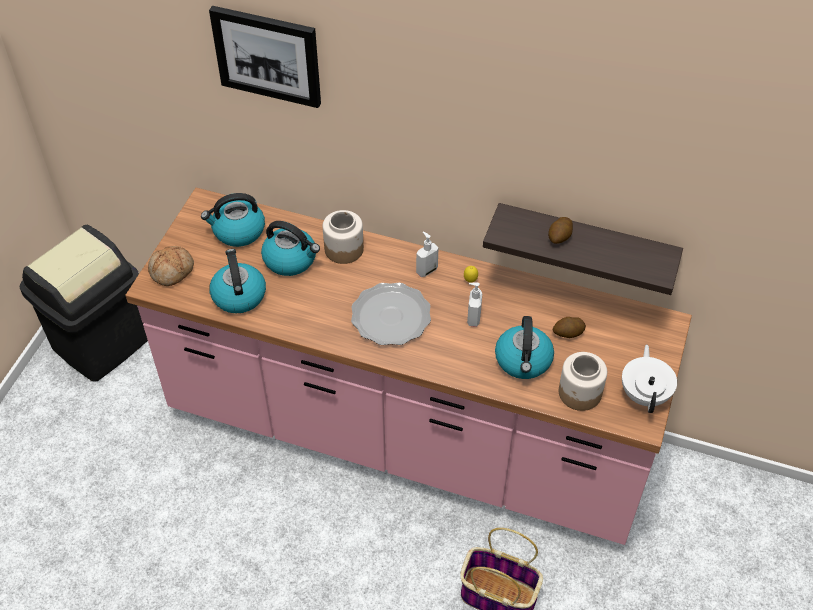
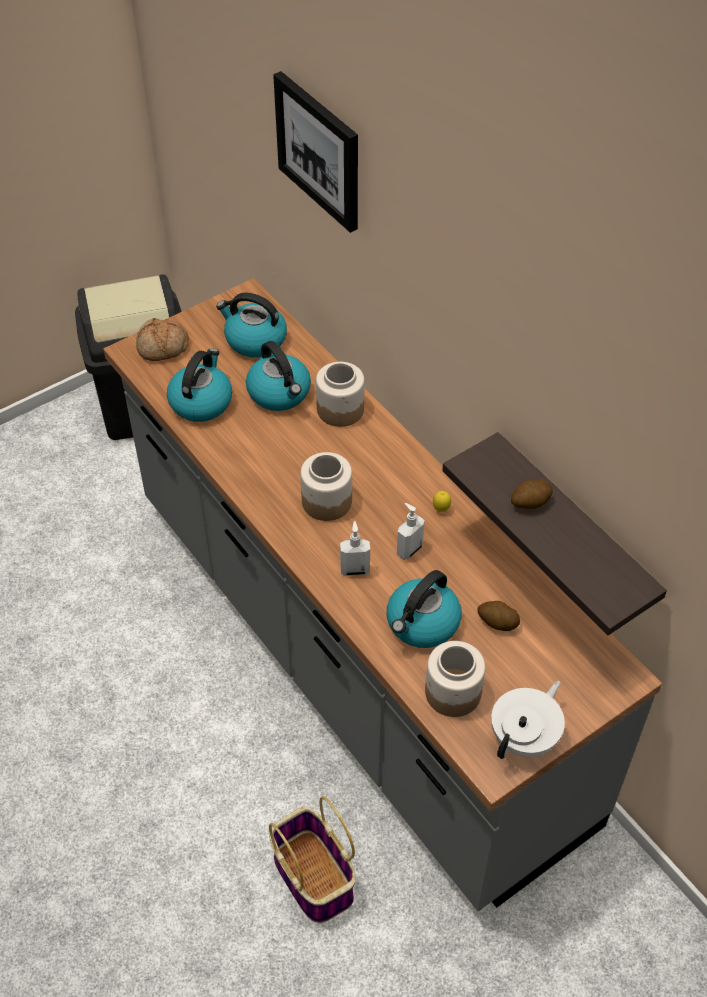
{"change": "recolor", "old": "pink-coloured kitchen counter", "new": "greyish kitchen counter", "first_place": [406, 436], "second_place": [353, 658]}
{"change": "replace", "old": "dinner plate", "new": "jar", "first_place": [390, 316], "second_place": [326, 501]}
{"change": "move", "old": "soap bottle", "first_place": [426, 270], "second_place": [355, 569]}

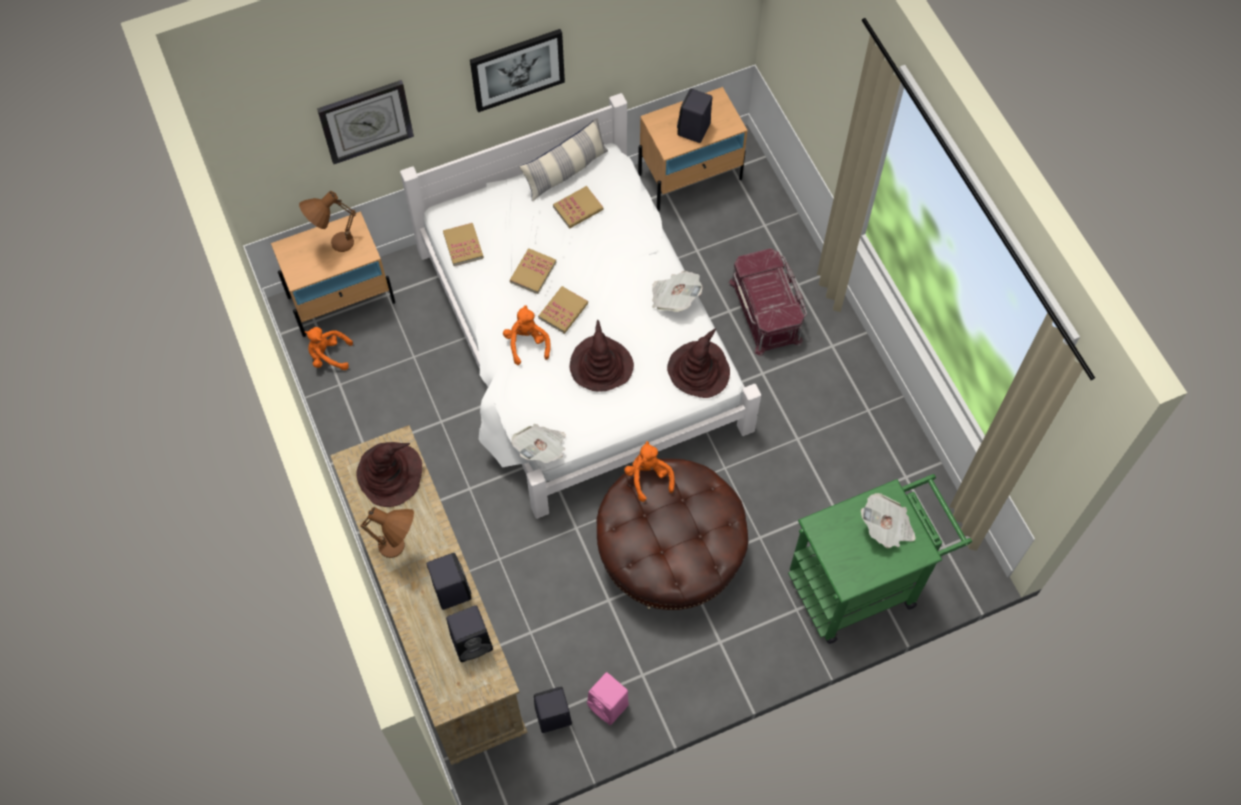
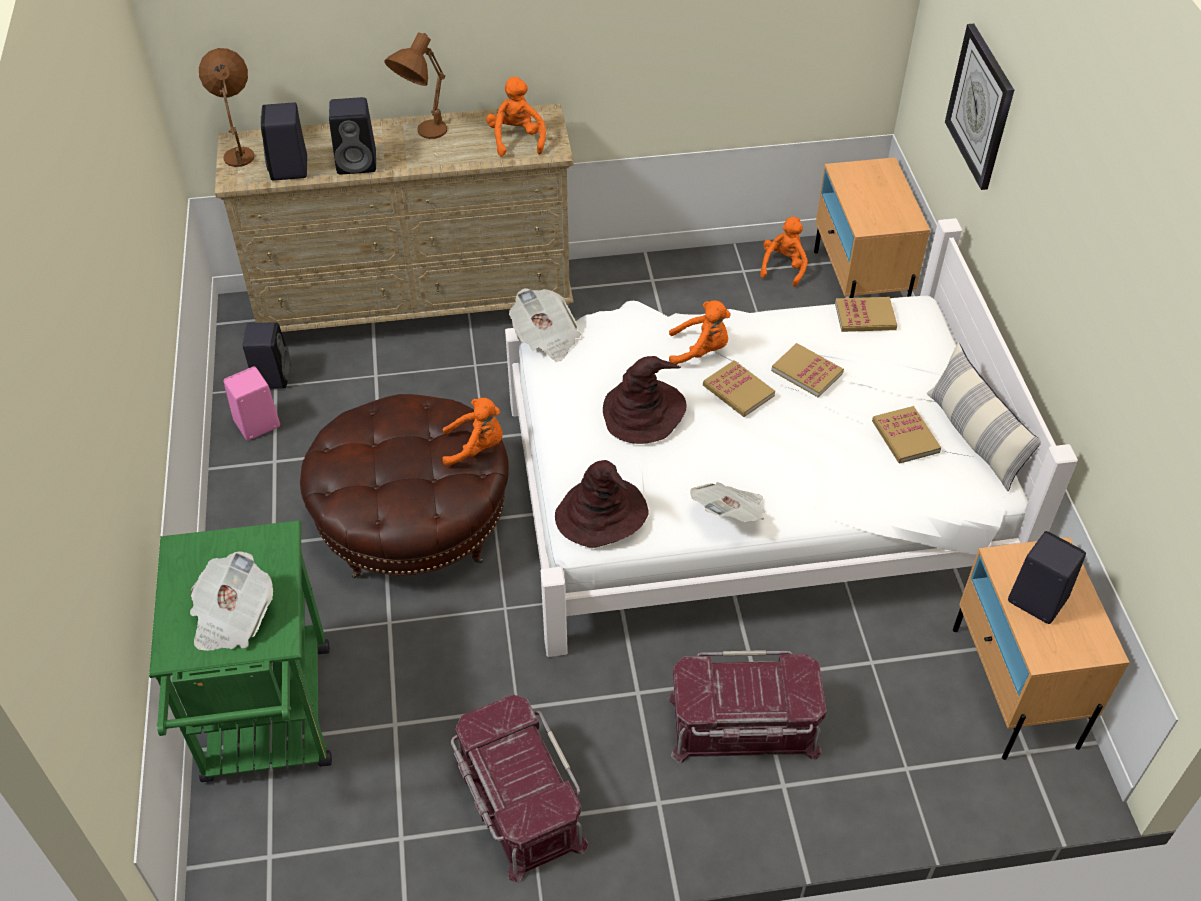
{"change": "move", "old": "brown lamp for a table", "first_place": [334, 244], "second_place": [240, 150]}
{"change": "replace", "old": "brown hat", "new": "orangey plush toy", "first_place": [390, 474], "second_place": [516, 139]}
{"change": "delete", "old": "picture", "first_place": [517, 69]}
{"change": "insert", "new": "reddish storage bin", "second_place": [518, 801]}

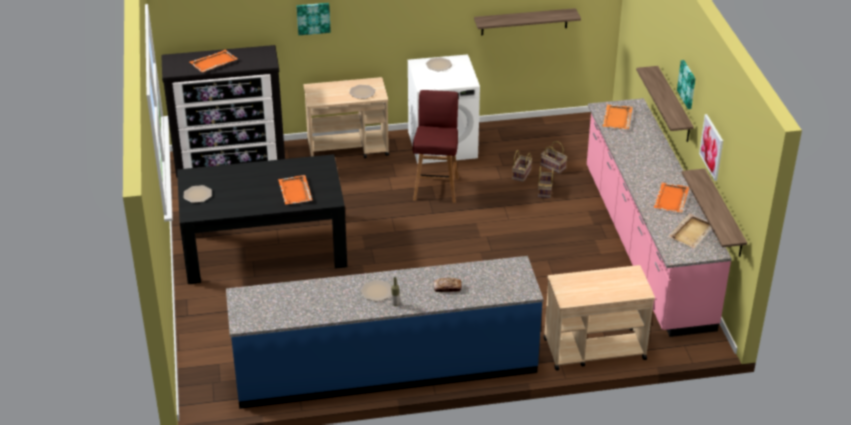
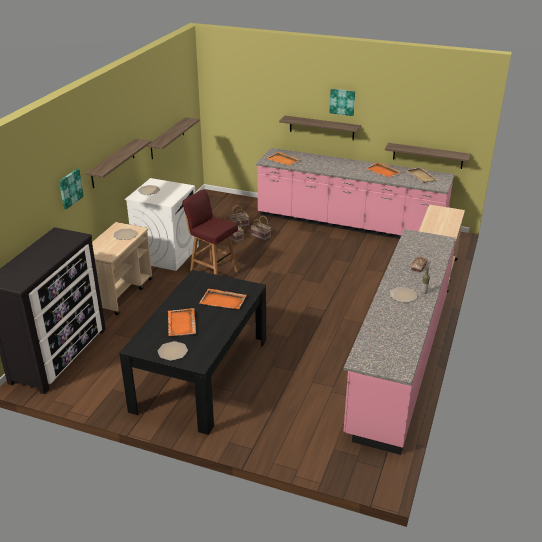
{"change": "move", "old": "orangey tray", "first_place": [213, 62], "second_place": [181, 324]}
{"change": "recolor", "old": "blue-coloured kitchen counter", "new": "pink-coloured kitchen counter", "first_place": [385, 368], "second_place": [398, 360]}
{"change": "delete", "old": "picture", "first_place": [712, 147]}
{"change": "insert", "new": "bracket shelf", "second_place": [113, 163]}

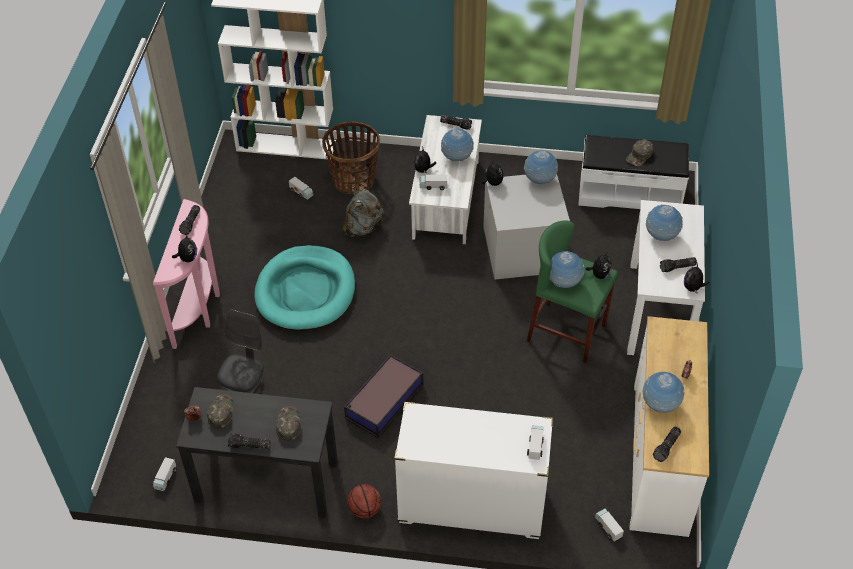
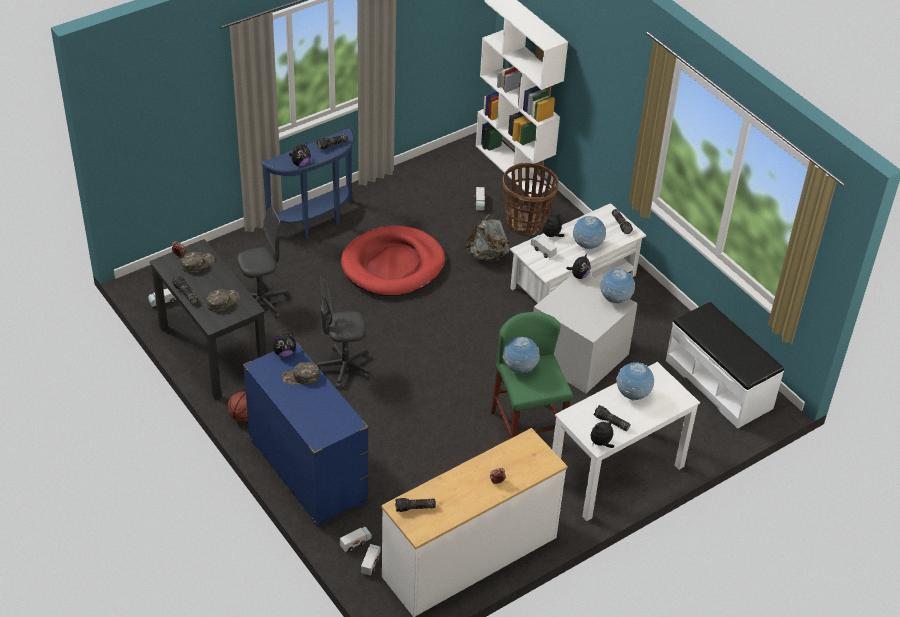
{"change": "recolor", "old": "pink-coloured narrow table", "new": "blue-coloured narrow table", "first_place": [199, 308], "second_place": [316, 223]}
{"change": "recolor", "old": "turquoise dog cushion", "new": "reddish dog cushion", "first_place": [305, 291], "second_place": [393, 265]}
{"change": "replace", "old": "storage bin", "new": "greyish office chair", "first_place": [383, 402], "second_place": [344, 368]}
{"change": "recolor", "old": "white-coloured dresser", "new": "blue-coloured dresser", "first_place": [471, 505], "second_place": [307, 471]}
{"change": "move", "old": "model truck", "first_place": [535, 445], "second_place": [356, 543]}
{"change": "move", "old": "plush toy", "first_place": [599, 274], "second_place": [284, 353]}
{"change": "move", "old": "greenish baseball cap", "first_place": [639, 156], "second_place": [301, 377]}
{"change": "delete", "old": "world globe", "first_place": [660, 405]}

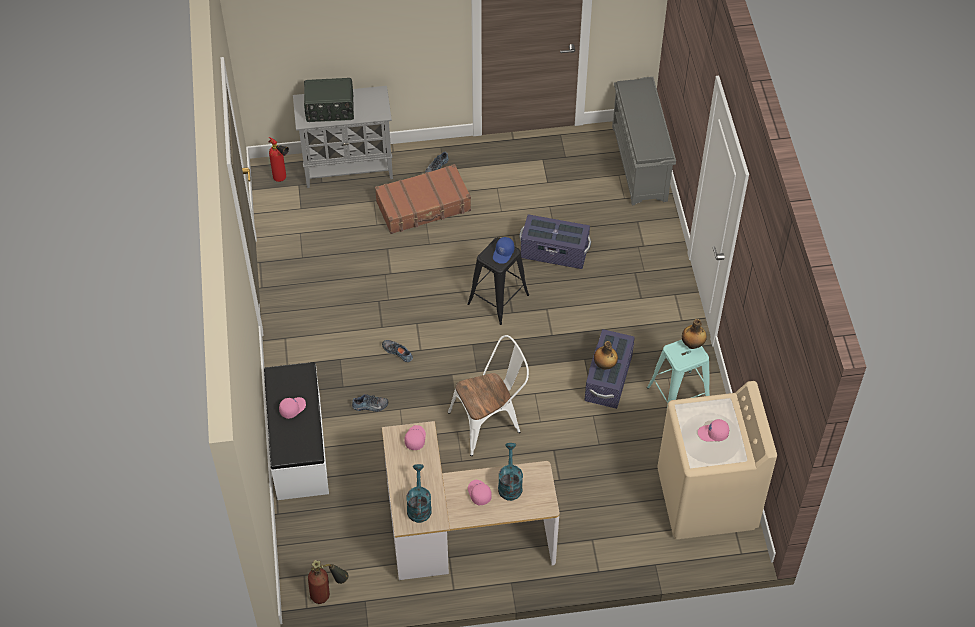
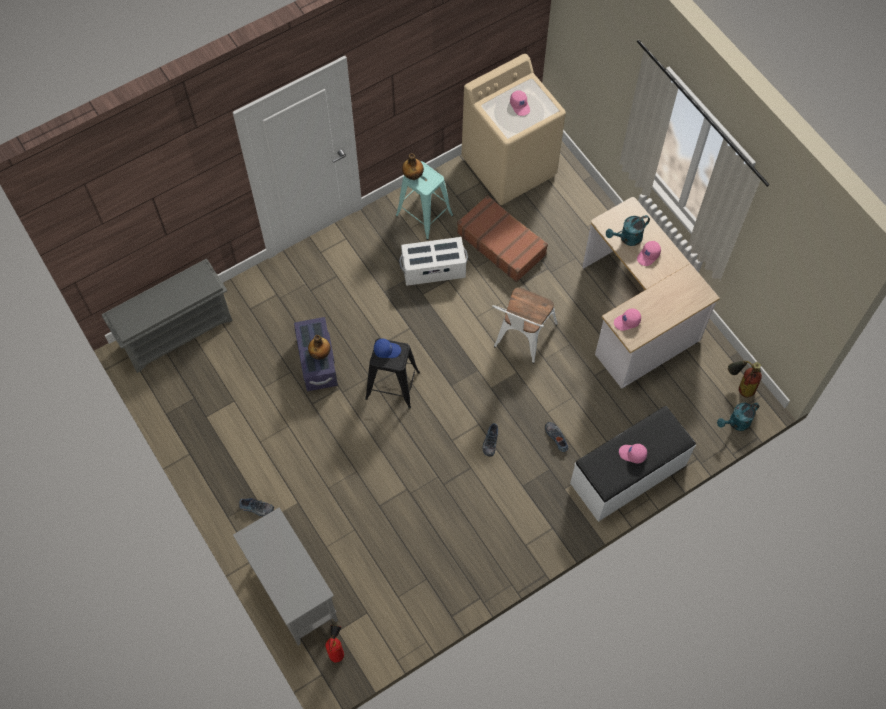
{"change": "delete", "old": "radio set", "first_place": [330, 110]}
{"change": "move", "old": "brown piece of luggage", "first_place": [424, 206], "second_place": [501, 243]}
{"change": "move", "old": "turquoise watering can", "first_place": [419, 506], "second_place": [736, 423]}
{"change": "rotate", "old": "white-coloured plain chair", "first_place": [490, 421], "second_place": [521, 338], "degrees": -105}
{"change": "recolor", "old": "purple storage bin", "new": "white-coloured storage bin", "first_place": [608, 379], "second_place": [434, 270]}
{"change": "move", "old": "beverage bottle", "first_place": [604, 365], "second_place": [320, 353]}

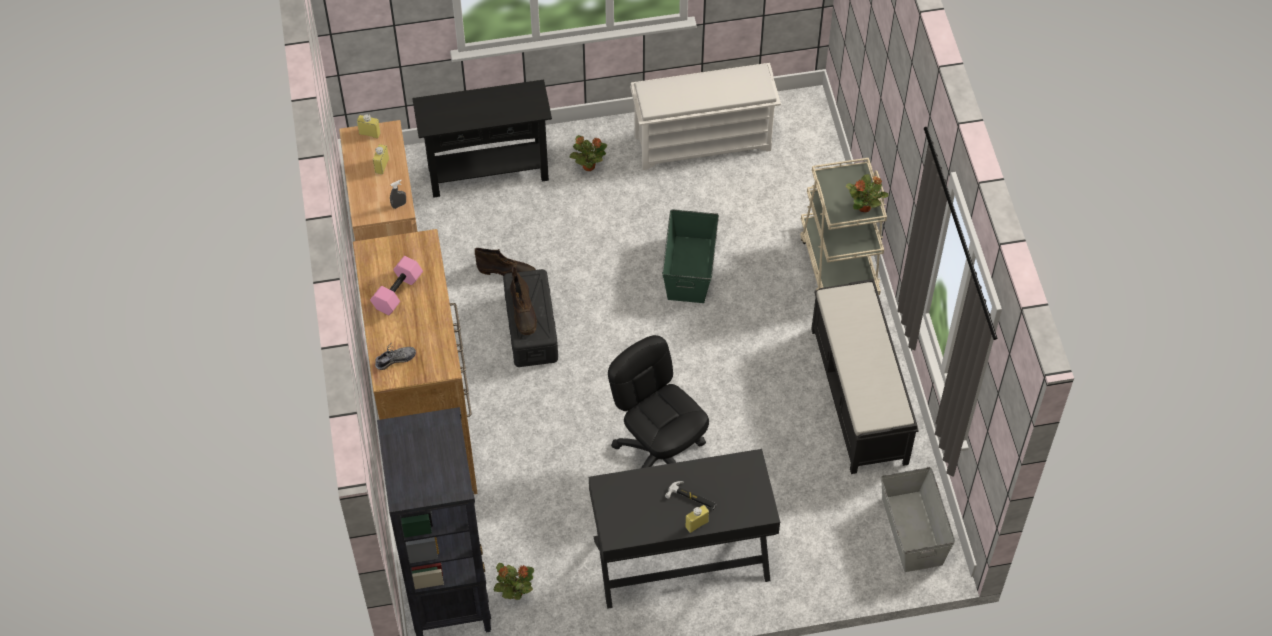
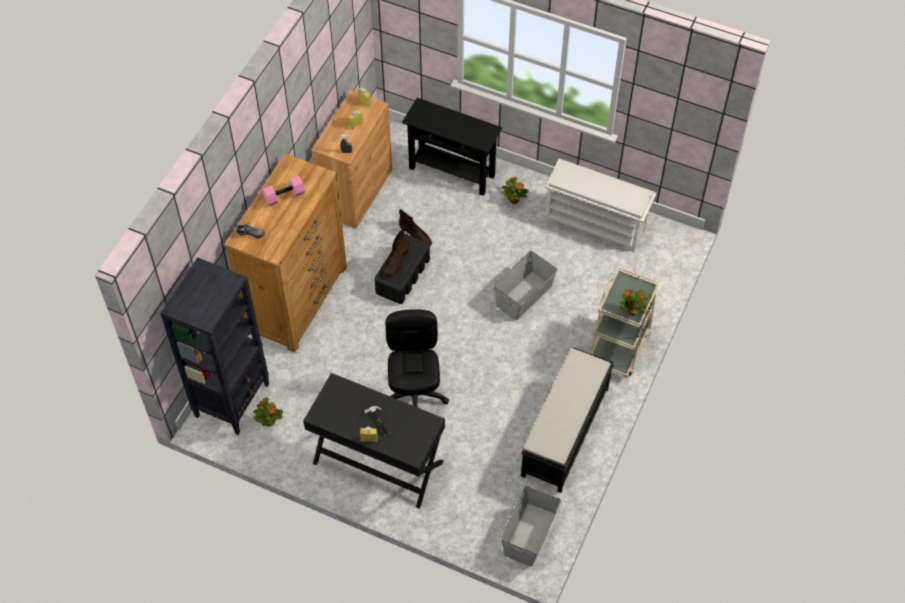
{"change": "recolor", "old": "greenish storage bin", "new": "greyish storage bin", "first_place": [690, 268], "second_place": [524, 295]}

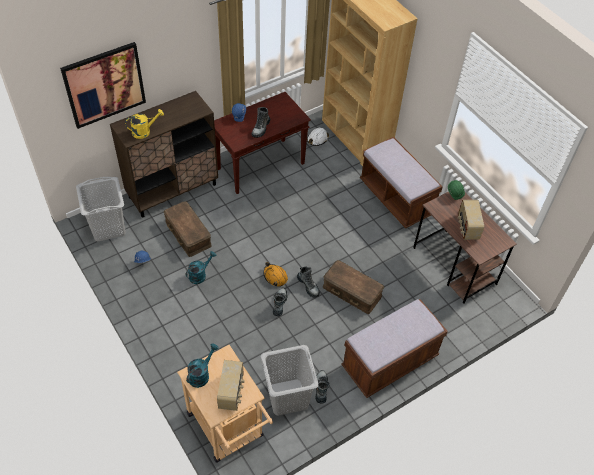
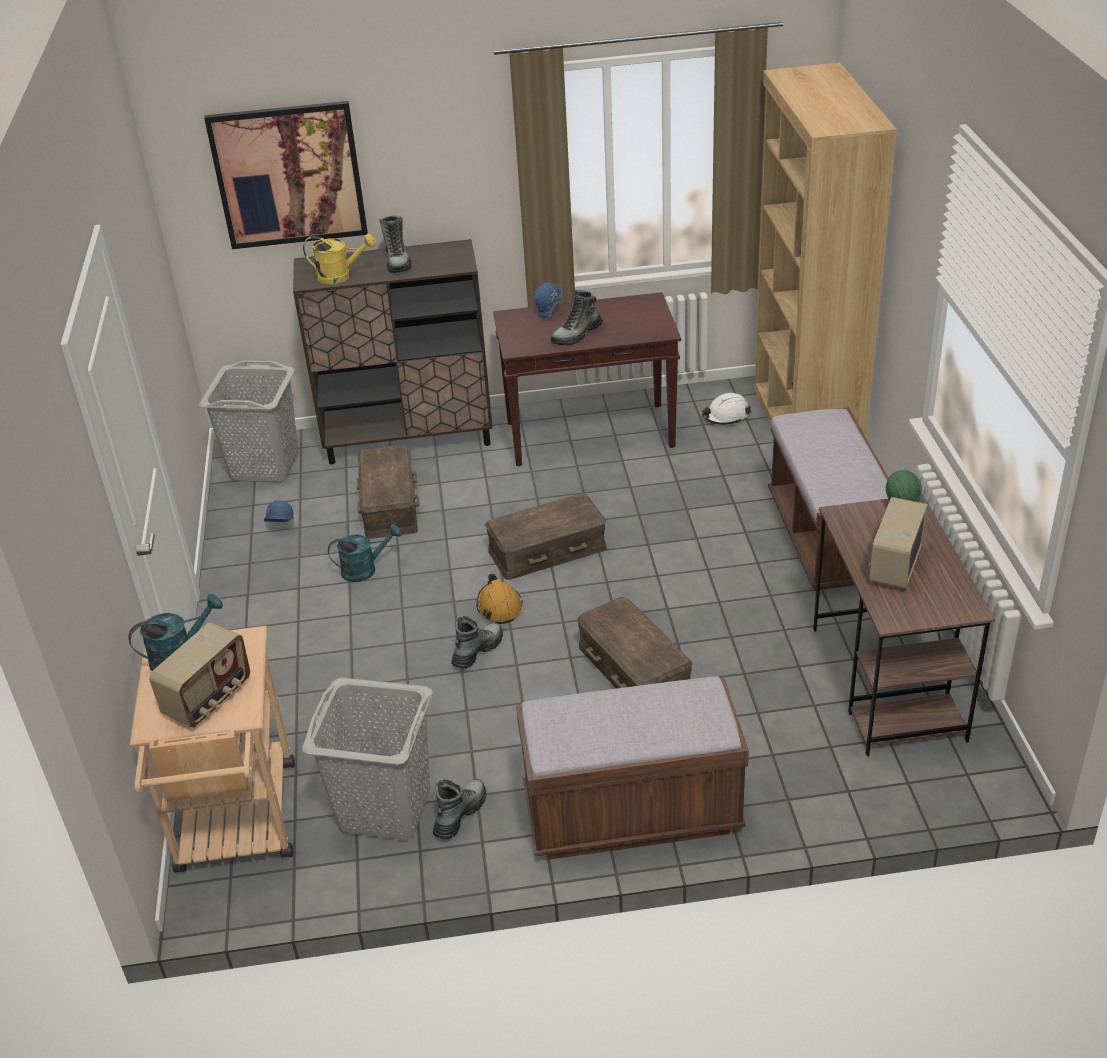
{"change": "move", "old": "boot", "first_place": [308, 286], "second_place": [397, 261]}
{"change": "insert", "new": "brown storage bin", "second_place": [547, 550]}

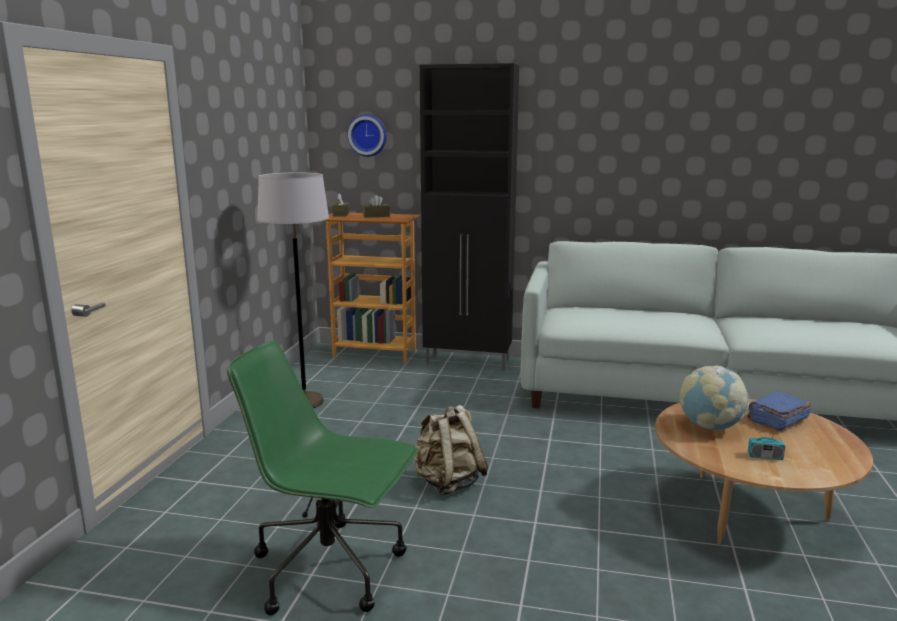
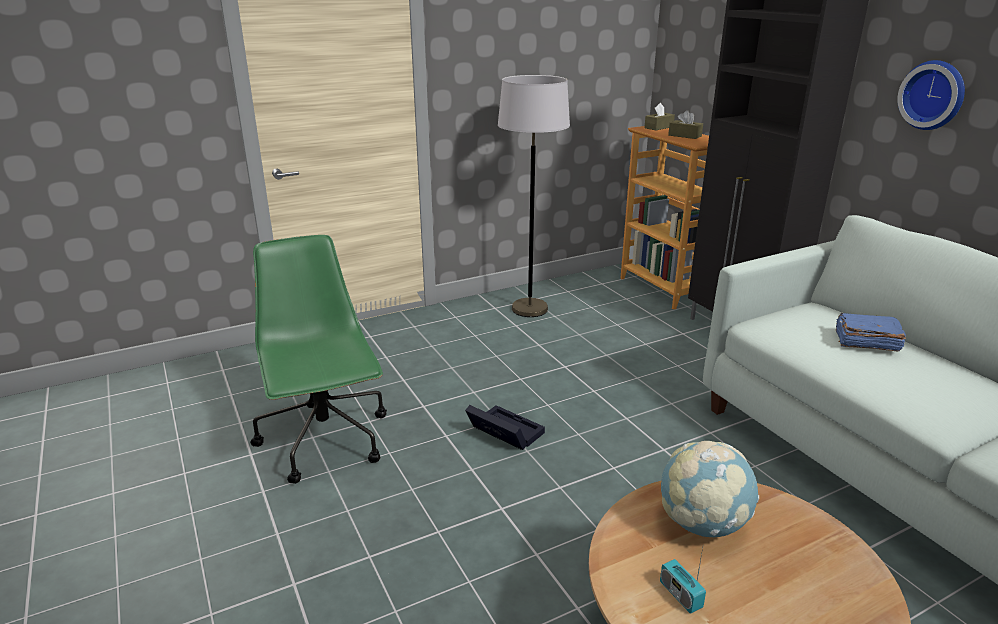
{"change": "move", "old": "clock on the wall", "first_place": [368, 135], "second_place": [934, 95]}
{"change": "replace", "old": "beige-coloured rucksack", "new": "black-coloured storage bin", "first_place": [448, 483], "second_place": [503, 432]}
{"change": "move", "old": "blue-coloured bound book", "first_place": [777, 420], "second_place": [865, 342]}

